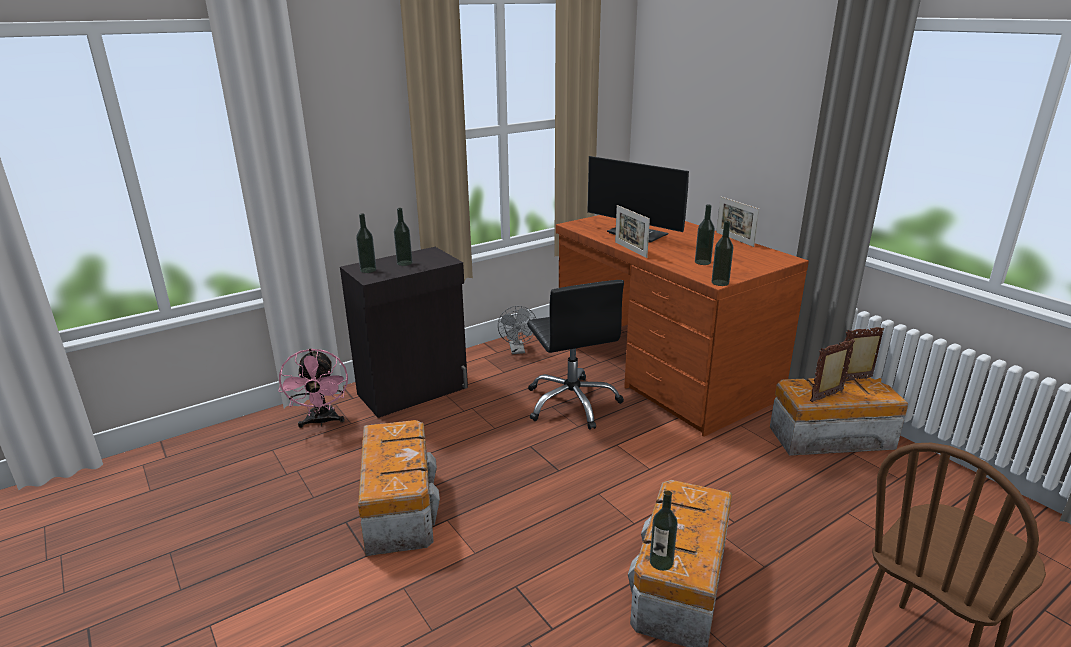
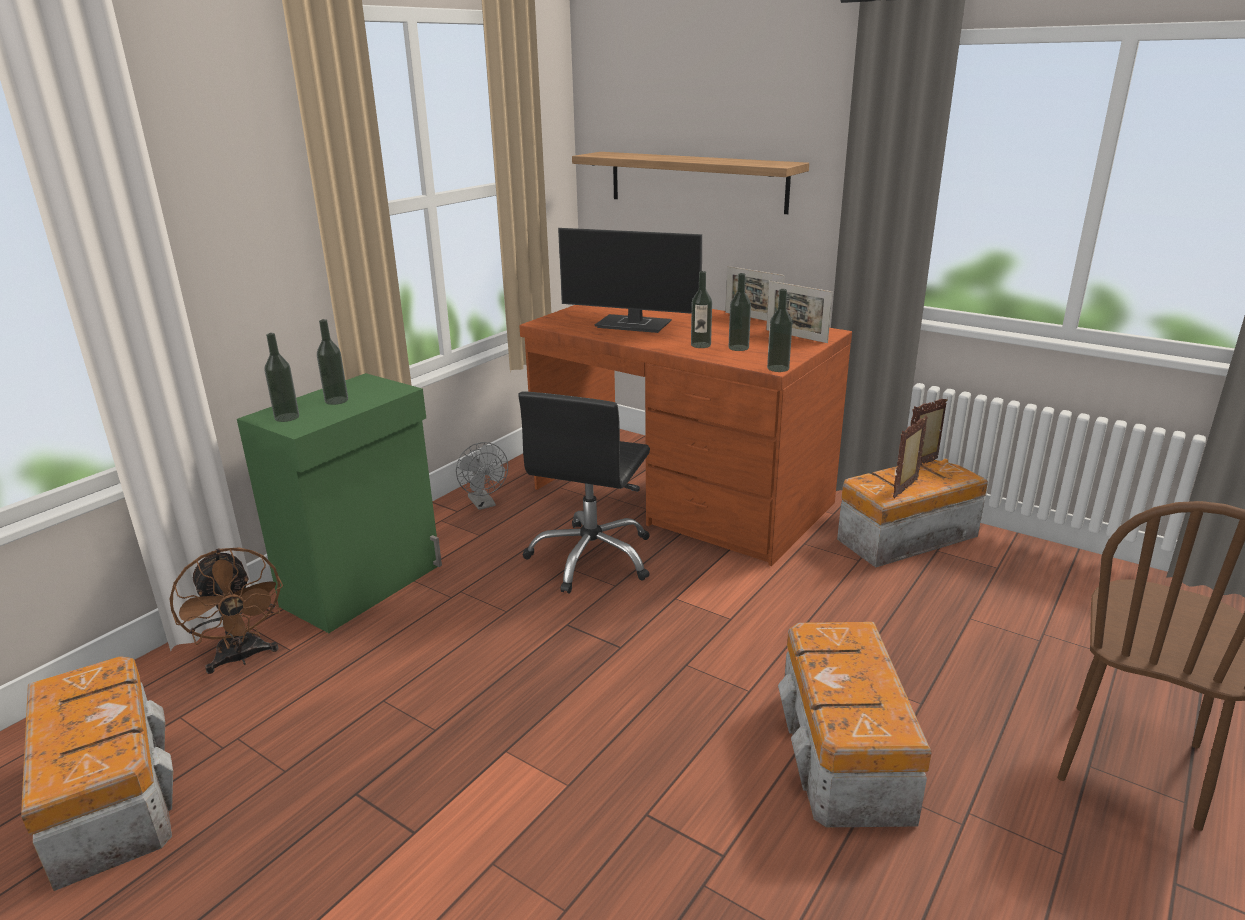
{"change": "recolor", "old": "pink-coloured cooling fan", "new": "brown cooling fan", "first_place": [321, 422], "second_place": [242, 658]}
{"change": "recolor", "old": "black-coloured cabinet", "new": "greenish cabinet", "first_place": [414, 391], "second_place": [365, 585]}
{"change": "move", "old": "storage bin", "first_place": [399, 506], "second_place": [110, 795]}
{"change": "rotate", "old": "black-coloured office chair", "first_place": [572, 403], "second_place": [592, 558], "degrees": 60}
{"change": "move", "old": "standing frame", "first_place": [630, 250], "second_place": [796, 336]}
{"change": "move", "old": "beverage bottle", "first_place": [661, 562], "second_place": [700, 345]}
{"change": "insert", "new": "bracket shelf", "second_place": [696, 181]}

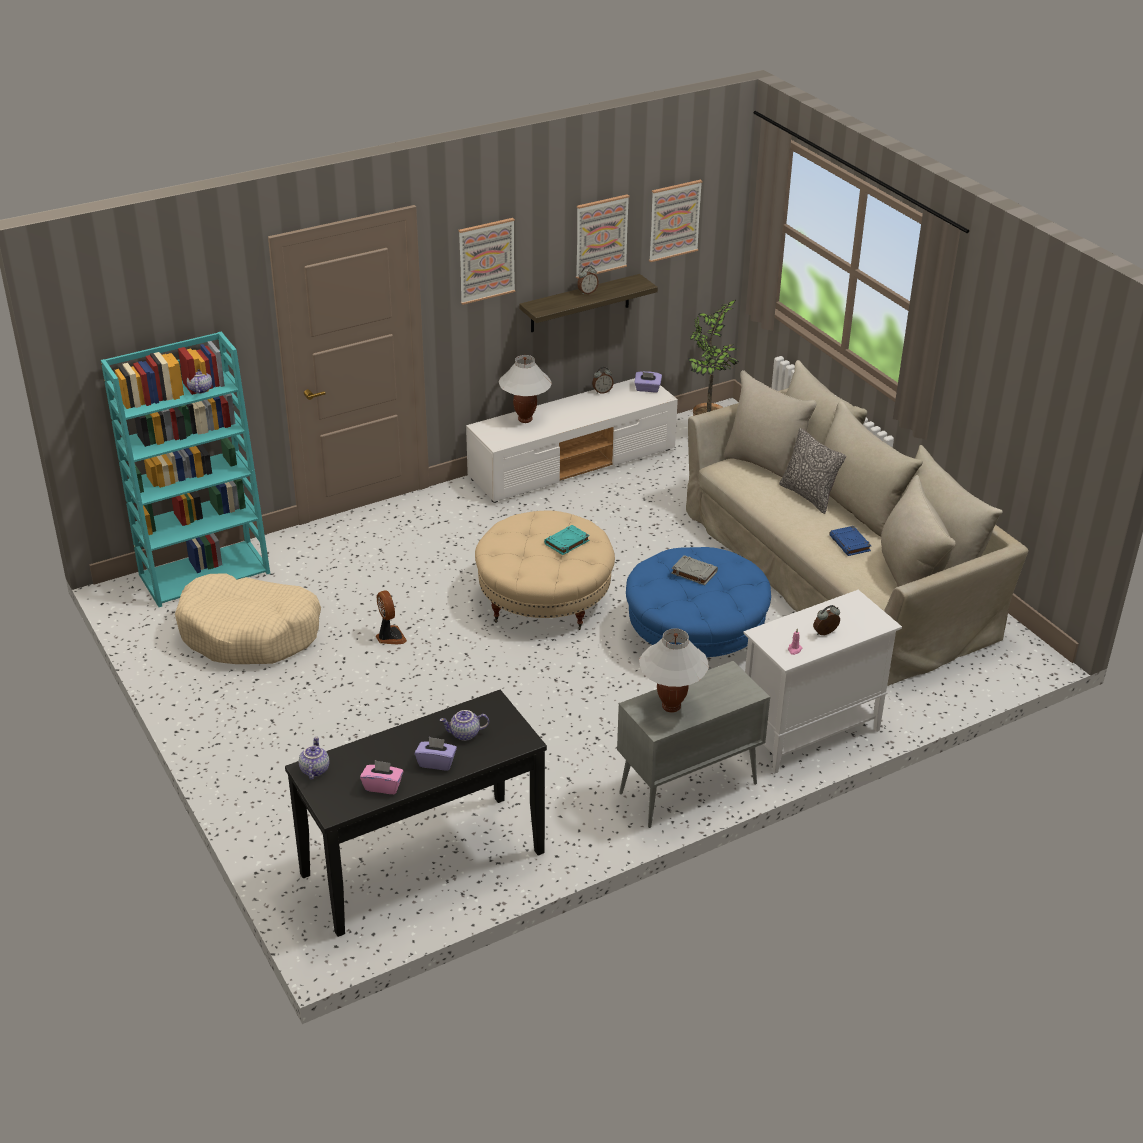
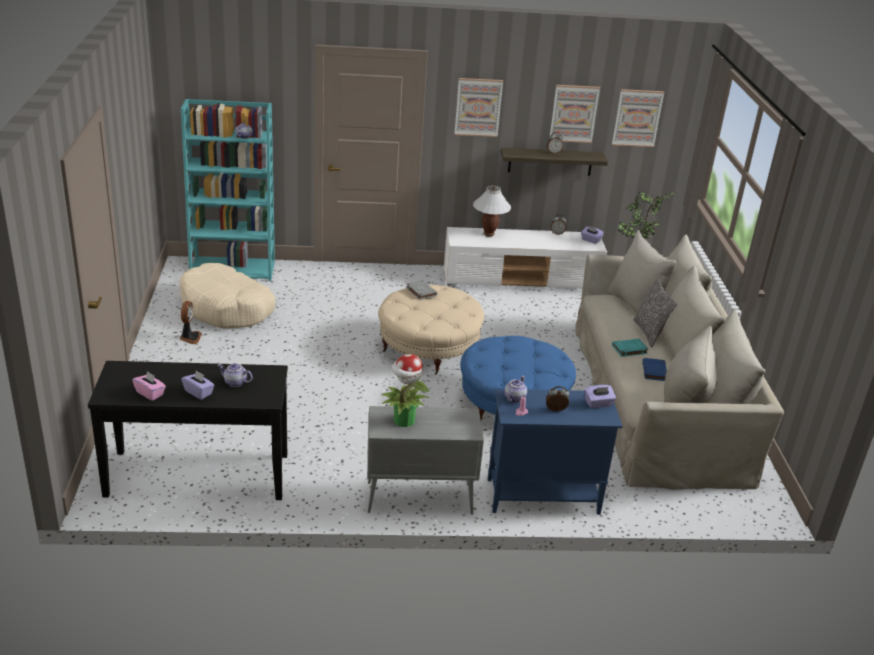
{"change": "move", "old": "pot for tea", "first_place": [314, 769], "second_place": [514, 398]}
{"change": "move", "old": "cooling fan", "first_place": [389, 637], "second_place": [190, 337]}
{"change": "move", "old": "turquoise bound book", "first_place": [566, 542], "second_place": [629, 350]}
{"change": "replace", "old": "white-coloured lamp for a table", "new": "plant in a pot", "first_place": [671, 706], "second_place": [404, 421]}
{"change": "move", "old": "greyish bound book", "first_place": [693, 572], "second_place": [421, 292]}
{"change": "recolor", "old": "white-coloured cabinet", "new": "blue-coloured cabinet", "first_place": [808, 734], "second_place": [541, 496]}
{"change": "insert", "new": "purple tissue holder", "second_place": [598, 404]}

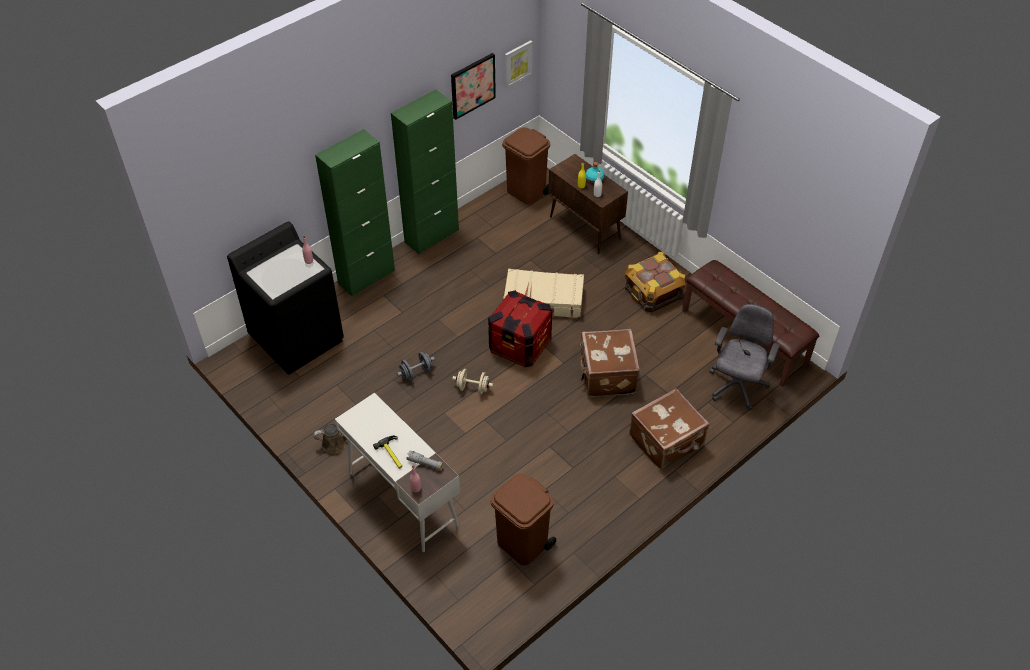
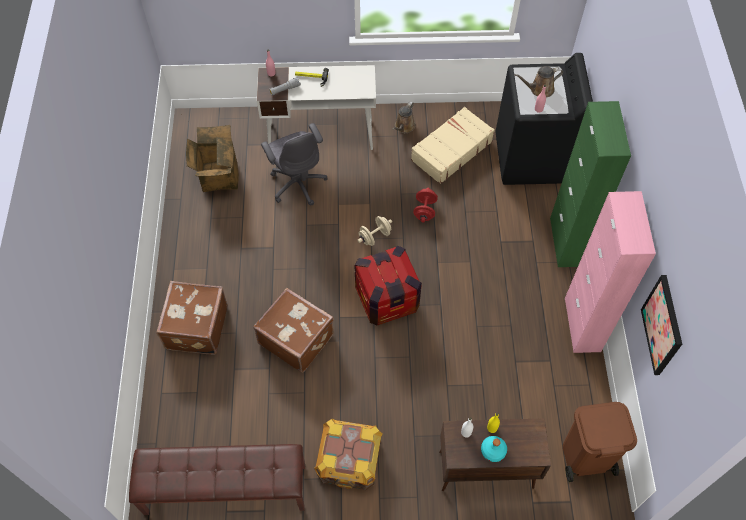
{"change": "recolor", "old": "greenish cabinet", "new": "pink-coloured cabinet", "first_place": [431, 236], "second_place": [582, 324]}
{"change": "recolor", "old": "greyish hand weight", "new": "reddish hand weight", "first_place": [416, 373], "second_place": [424, 210]}
{"change": "replace", "old": "brown rubbish bin", "new": "carton", "first_place": [523, 544], "second_place": [217, 176]}
{"change": "move", "old": "beige-coloured piece of luggage", "first_place": [543, 300], "second_place": [451, 151]}
{"change": "delete", "old": "picture", "first_place": [517, 63]}
{"change": "move", "old": "greyish office chair", "first_place": [736, 387], "second_place": [298, 183]}
{"change": "insert", "new": "brown watering can", "second_place": [539, 89]}

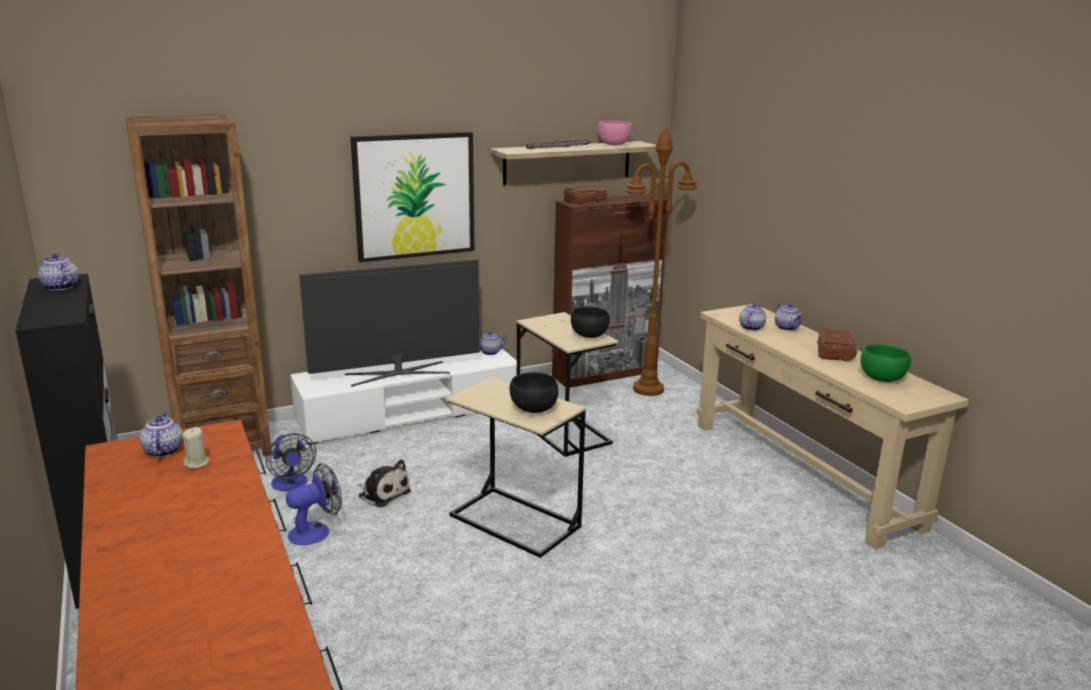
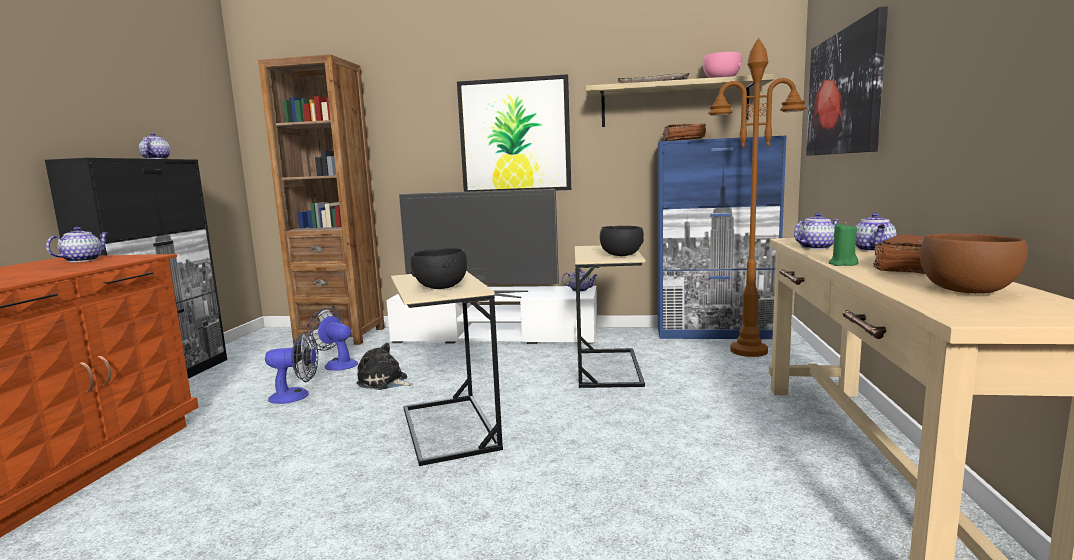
{"change": "delete", "old": "beige-coloured candle", "first_place": [197, 463]}
{"change": "rotate", "old": "cooling fan", "first_place": [291, 485], "second_place": [337, 364], "degrees": 120}
{"change": "rotate", "old": "plush toy", "first_place": [382, 493], "second_place": [384, 382], "degrees": 135}
{"change": "recolor", "old": "brown cabinet", "new": "blue-coloured cabinet", "first_place": [605, 374], "second_place": [716, 334]}
{"change": "recolor", "old": "greenish serving bowl", "new": "brown serving bowl", "first_place": [882, 379], "second_place": [966, 291]}
{"change": "insert", "new": "picture", "second_place": [844, 93]}
{"change": "insert", "new": "greenish candle", "second_place": [842, 264]}

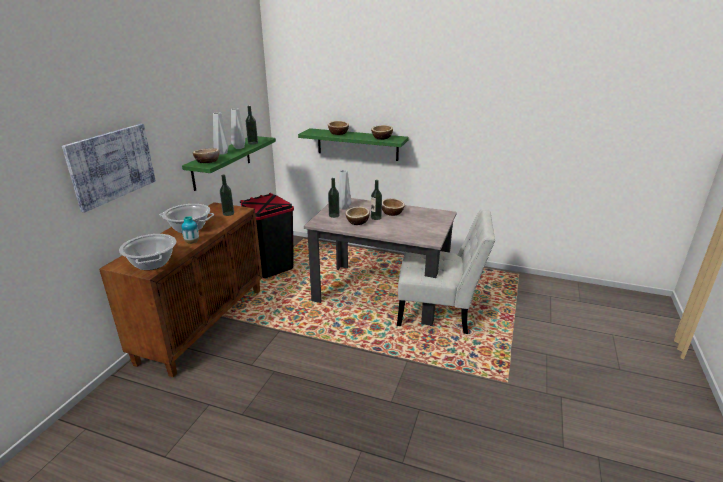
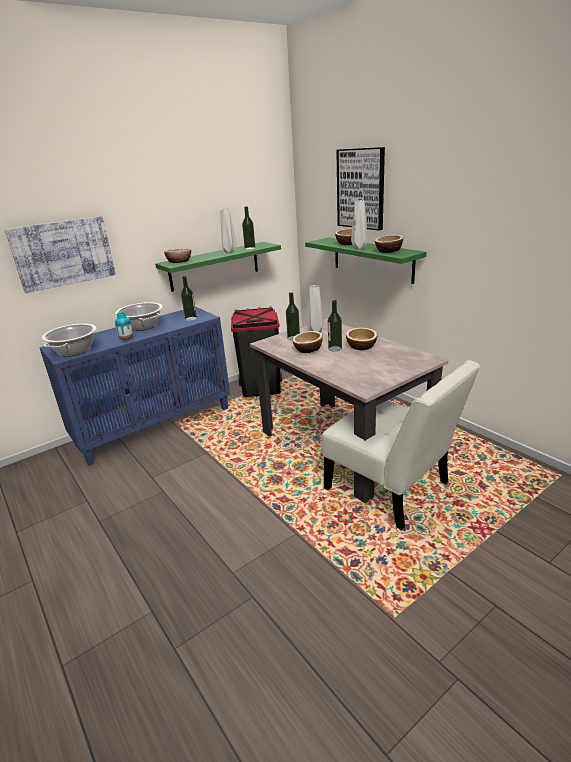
{"change": "recolor", "old": "brown cabinet", "new": "blue-coloured cabinet", "first_place": [203, 323], "second_place": [155, 425]}
{"change": "move", "old": "greyish decorative vase", "first_place": [223, 153], "second_place": [360, 248]}
{"change": "insert", "new": "picture", "second_place": [361, 189]}

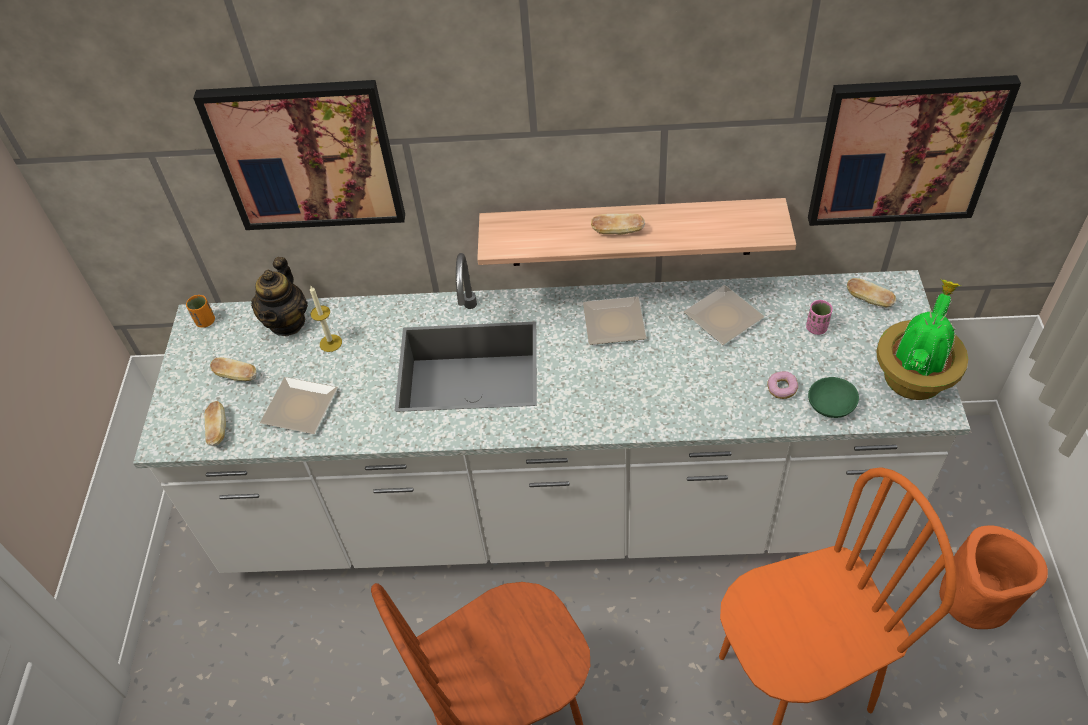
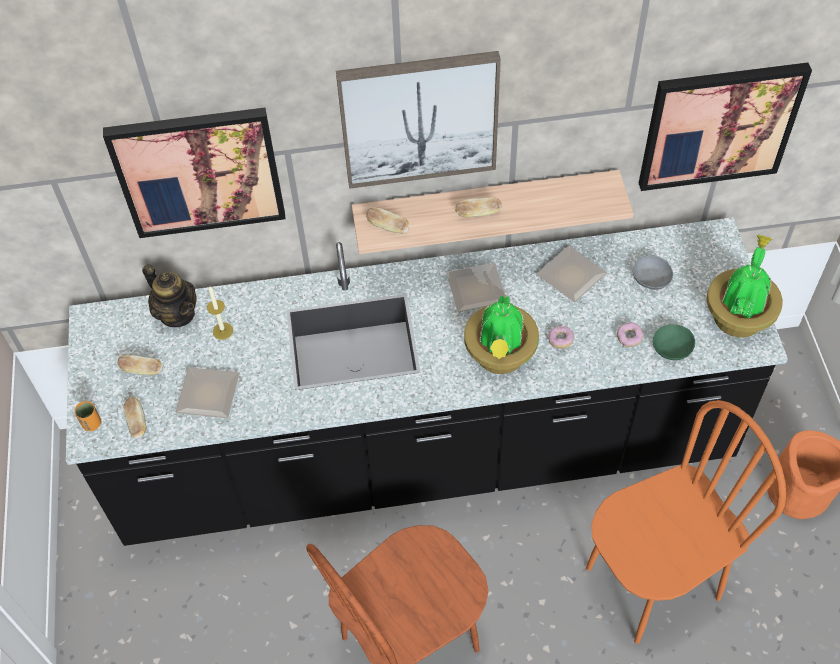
{"change": "recolor", "old": "white-coloured kitchen counter", "new": "black-coloured kitchen counter", "first_place": [557, 508], "second_place": [425, 451]}
{"change": "move", "old": "orangey drinking cup", "first_place": [205, 321], "second_place": [92, 424]}
{"change": "rotate", "old": "pot for tea", "first_place": [287, 322], "second_place": [177, 314], "degrees": -45}
{"change": "replace", "old": "pink-coloured drinking cup", "new": "greyish serving bowl", "first_place": [816, 328], "second_place": [652, 279]}
{"change": "move", "old": "baked bread", "first_place": [868, 300], "second_place": [388, 227]}
{"change": "insert", "new": "picture", "second_place": [419, 118]}
{"change": "insert", "new": "plant in a pot", "second_place": [500, 356]}
{"change": "insert", "new": "ring doughnut", "second_place": [560, 340]}

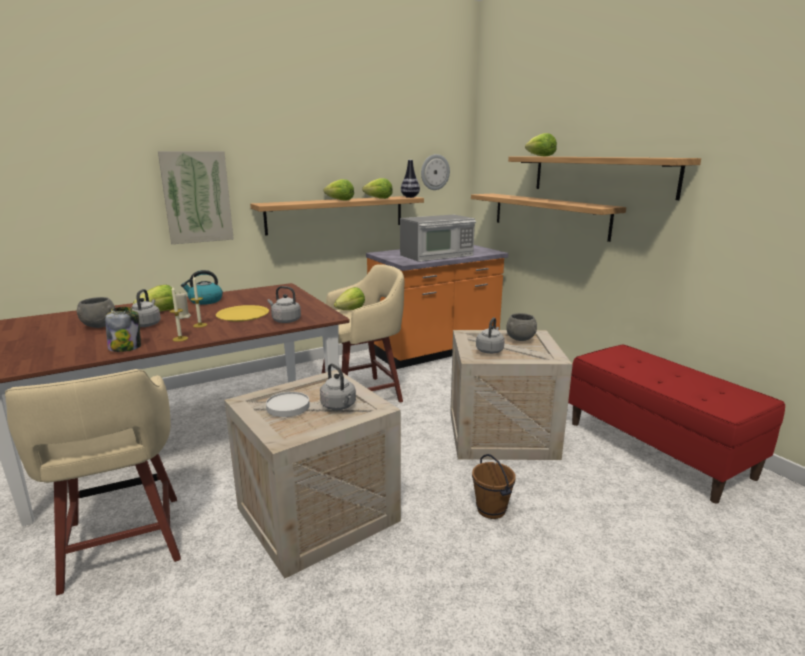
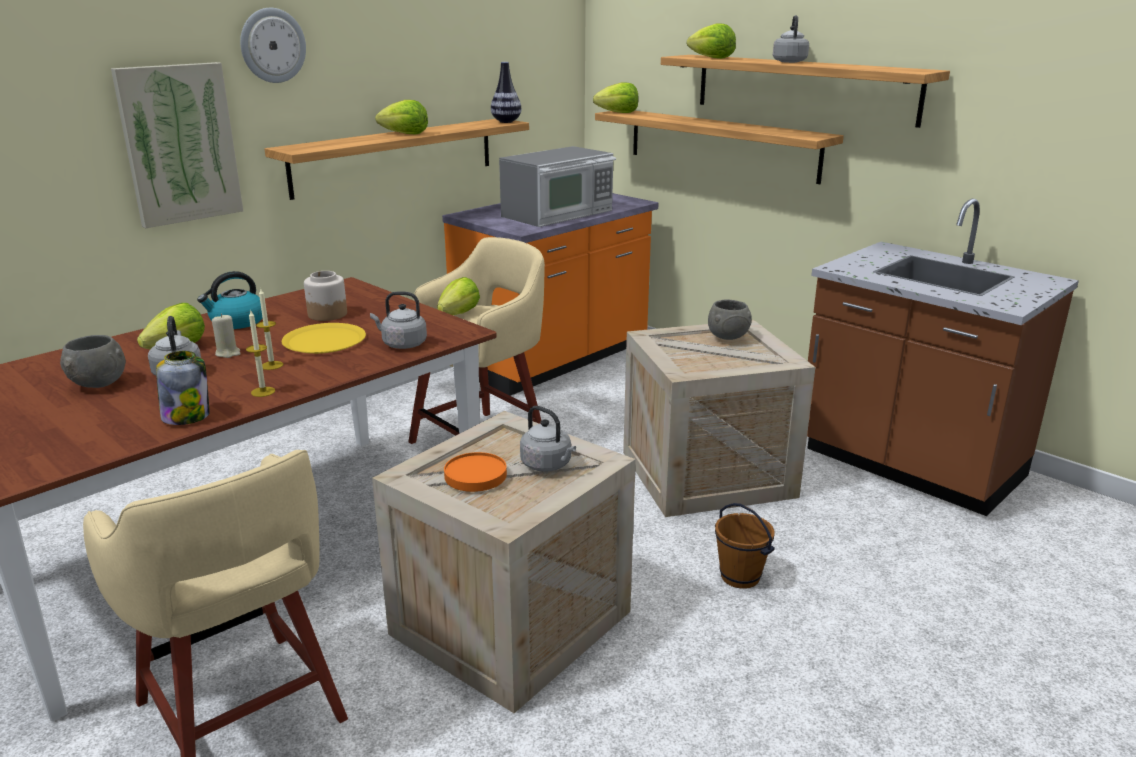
{"change": "recolor", "old": "white-coloured dinner plate", "new": "orangey dinner plate", "first_place": [288, 406], "second_place": [475, 475]}
{"change": "move", "old": "lettuce head", "first_place": [378, 198], "second_place": [618, 113]}
{"change": "move", "old": "clock on the wall", "first_place": [434, 172], "second_place": [272, 45]}
{"change": "move", "old": "greyish kettle", "first_place": [490, 350], "second_place": [789, 61]}
{"change": "replace", "old": "reddish indoor bench", "new": "brown kitchen counter", "first_place": [657, 448], "second_place": [908, 466]}
{"change": "insert", "new": "jar", "second_place": [327, 314]}

